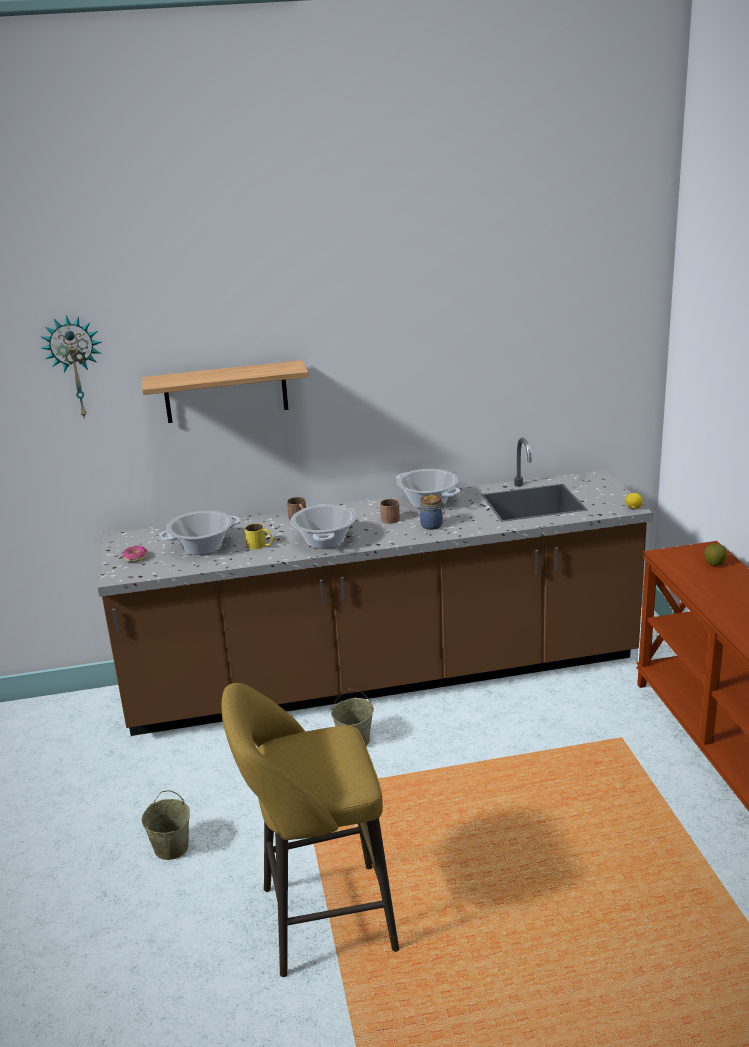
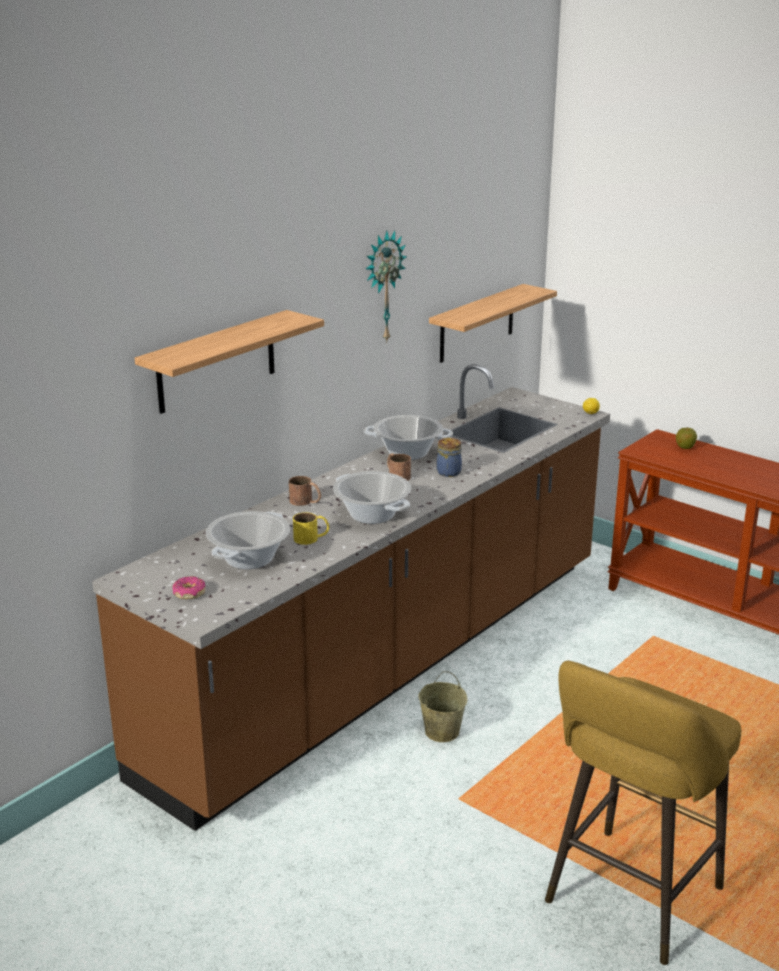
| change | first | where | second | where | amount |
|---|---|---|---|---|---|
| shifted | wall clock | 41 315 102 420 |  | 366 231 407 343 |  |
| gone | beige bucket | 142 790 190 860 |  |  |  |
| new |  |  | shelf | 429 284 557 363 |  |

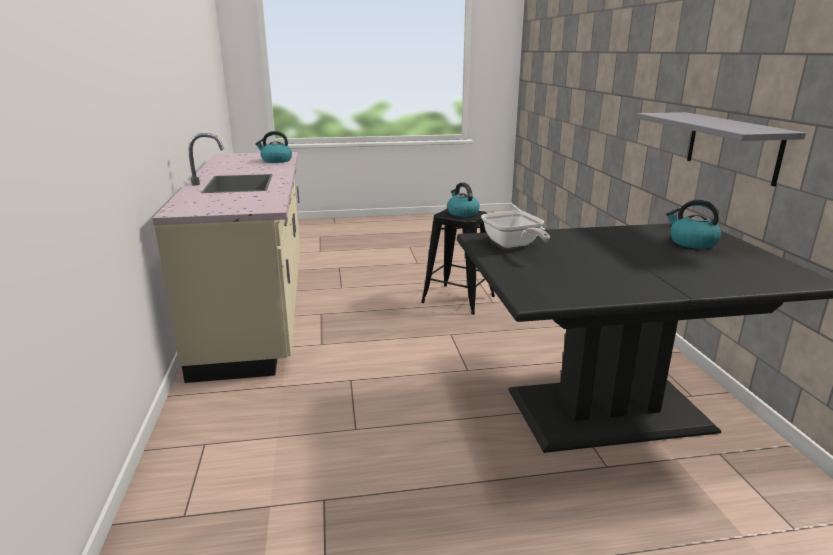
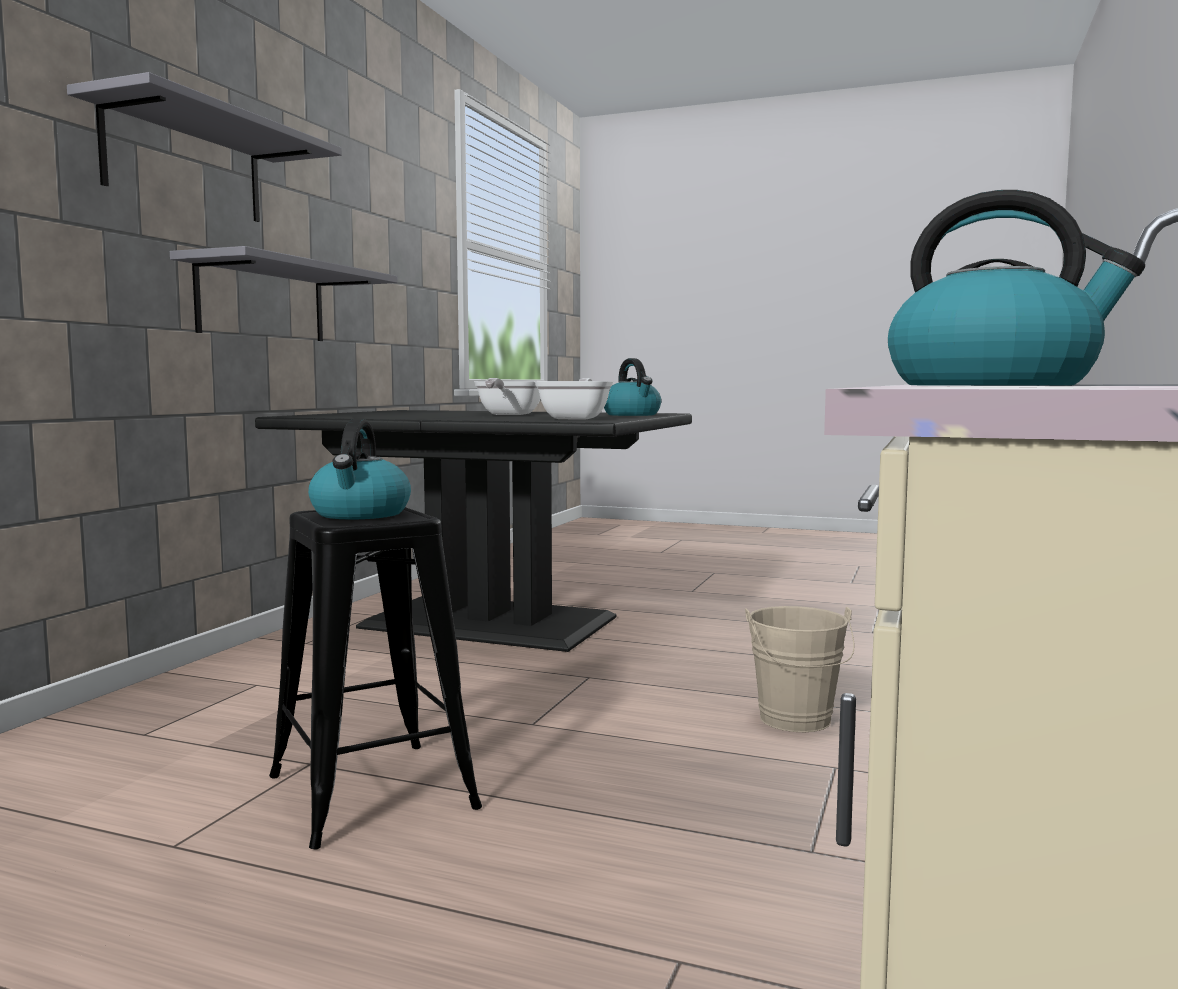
| change | first | where | second | where | amount |
|---|---|---|---|---|---|
| shifted | kettle | 666 200 721 249 |  | 604 358 661 416 |  |
| new |  |  | grey shelf | 67 72 342 222 |  |
| new |  |  | frying pan | 474 378 540 415 |  |
| new |  |  | beige bucket | 745 606 854 732 |  |

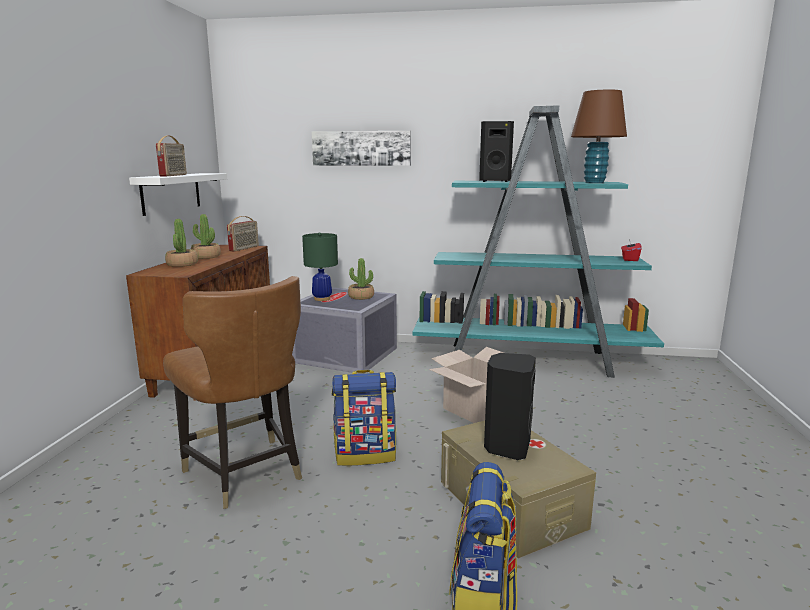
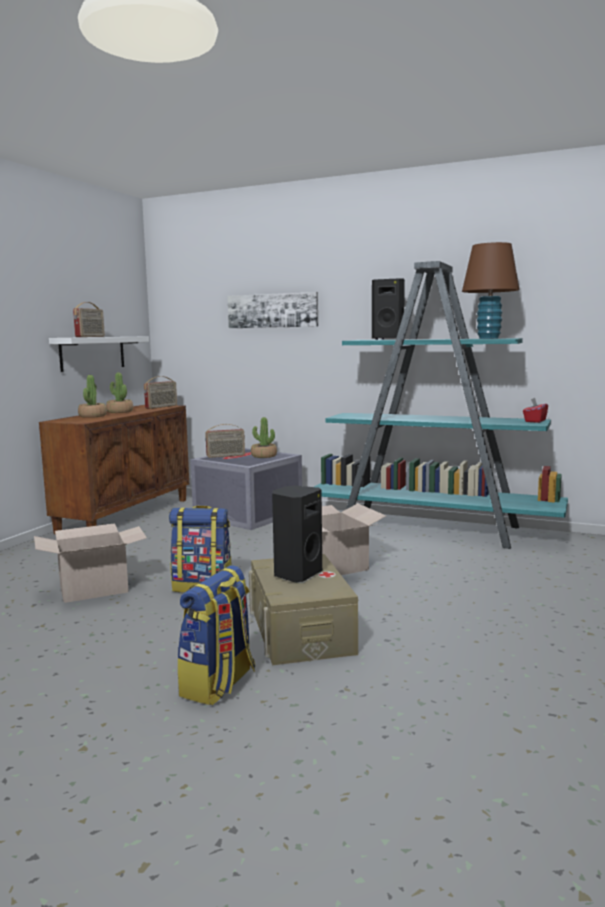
| change | first | where | second | where | amount |
|---|---|---|---|---|---|
| swapped | brown chair | 163 276 302 509 | cardboard box | 34 524 147 603 |  |
| swapped | green table lamp | 302 232 338 301 | radio | 205 424 245 458 |  |

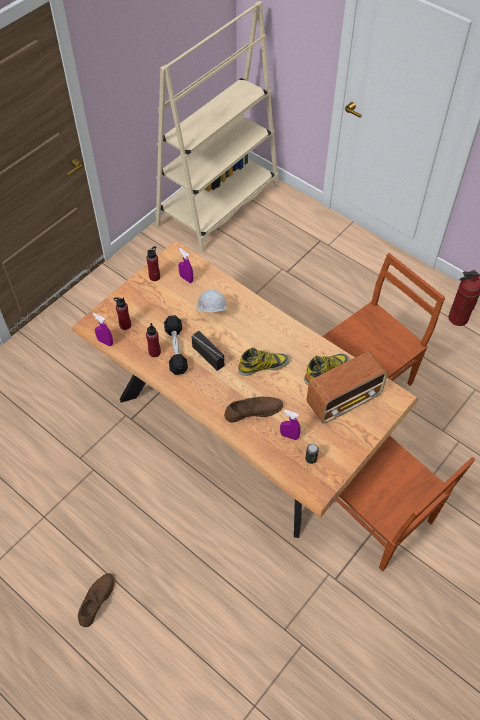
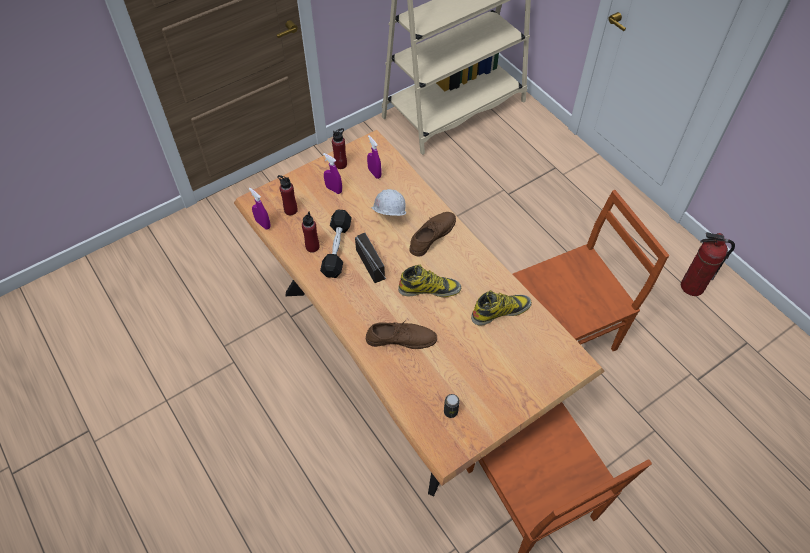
| change | first | where | second | where | amount |
|---|---|---|---|---|---|
| shifted | brown shoe | 78 573 115 627 |  | 409 212 456 257 |  |
| shifted | purple spray bottle | 280 410 301 440 |  | 323 153 342 194 |  |
| gone | radio | 306 351 387 423 |  |  |  |

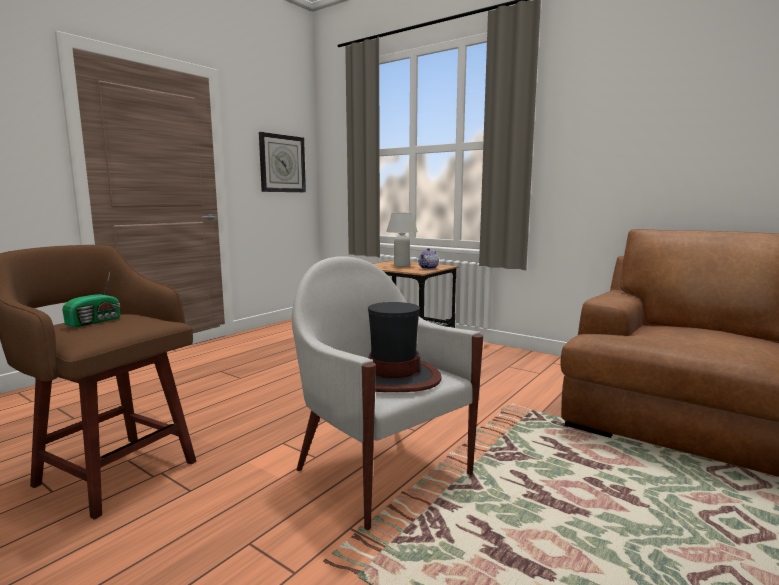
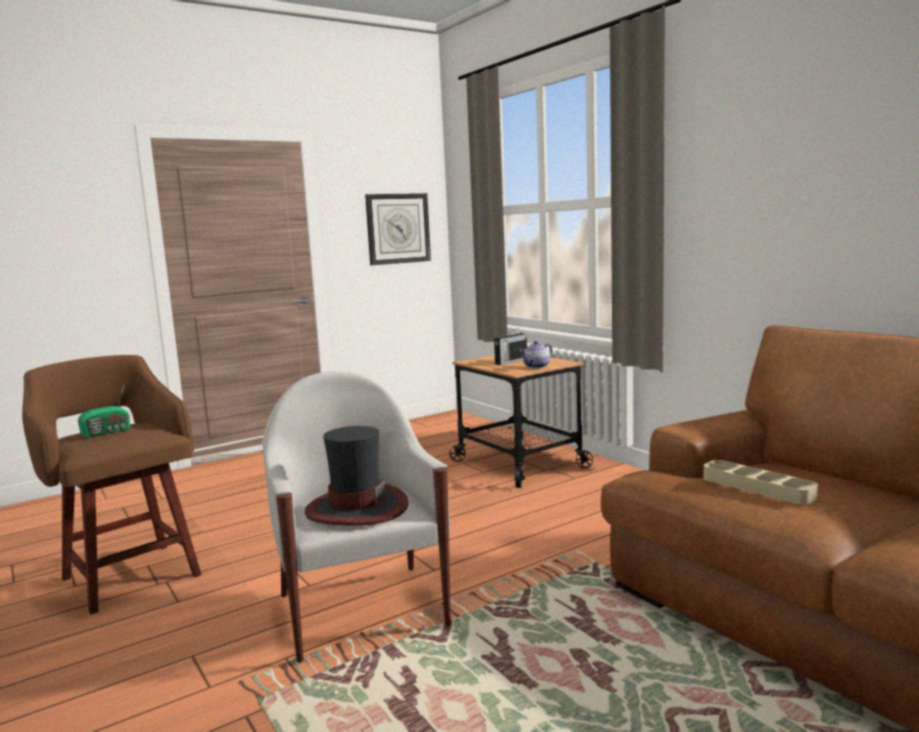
| change | first | where | second | where | amount |
|---|---|---|---|---|---|
| swapped | white table lamp | 386 213 418 267 | radio | 494 327 527 365 |  |
| new |  |  | beige tray | 704 460 817 505 |  |

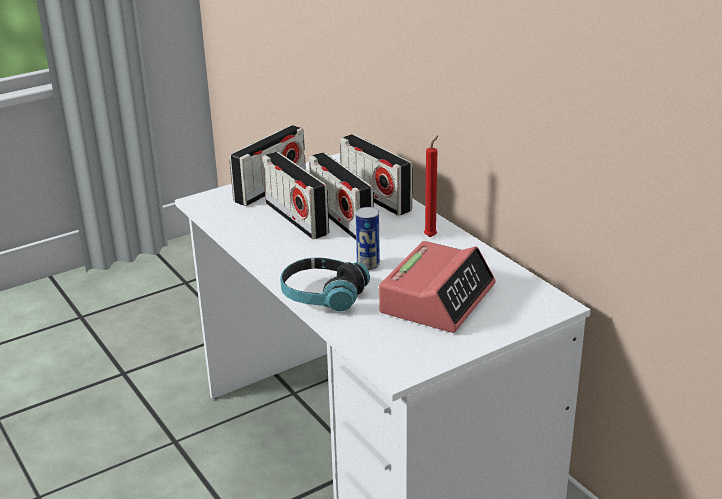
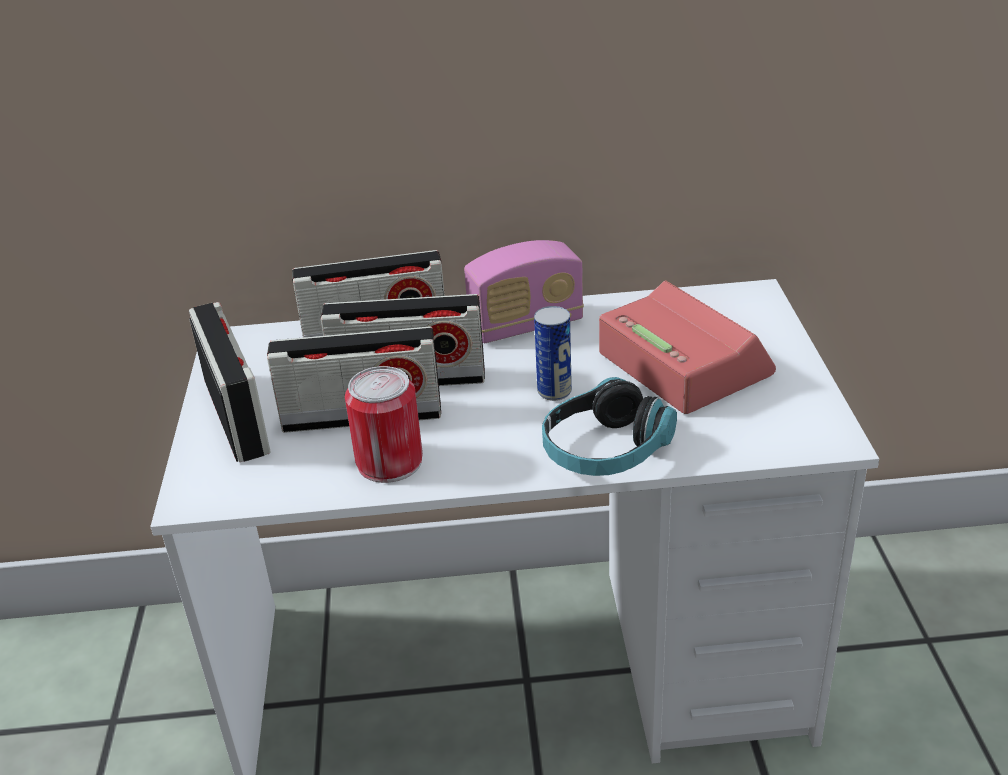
| change | first | where | second | where | amount |
|---|---|---|---|---|---|
| swapped | red candle | 424 135 438 237 | radio | 464 240 584 343 |  |
| new |  |  | can | 345 366 423 483 |  |

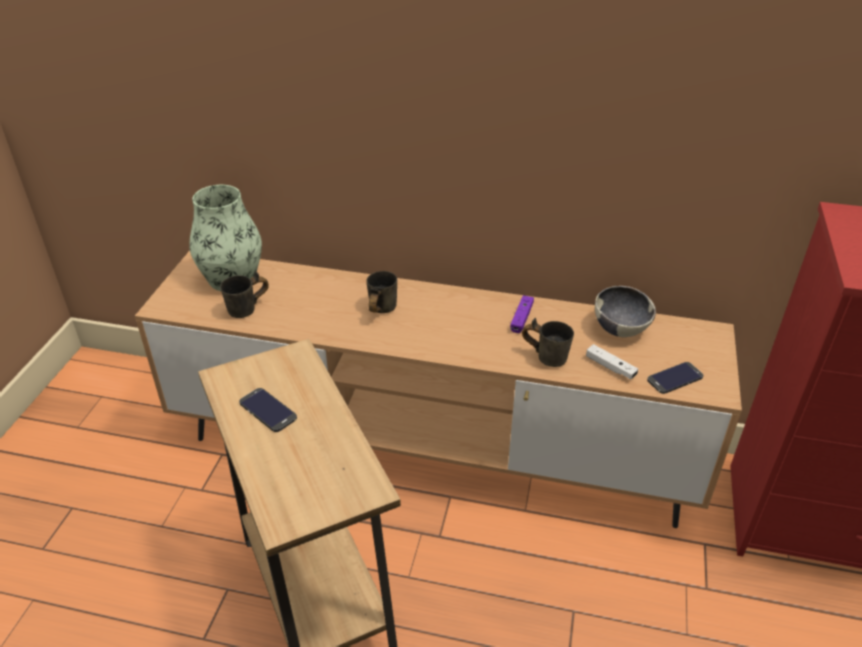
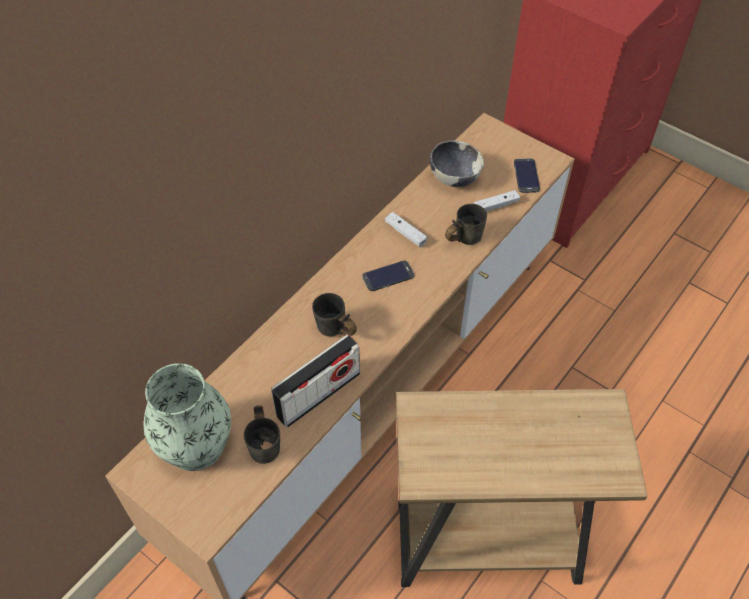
| change | first | where | second | where | amount |
|---|---|---|---|---|---|
| shifted | phone | 239 388 297 432 |  | 363 261 414 291 |  |
| repainted | purple game controller | 510 295 534 333 | white game controller | 385 212 427 247 |  |
| new |  |  | radio | 271 335 360 428 |  |

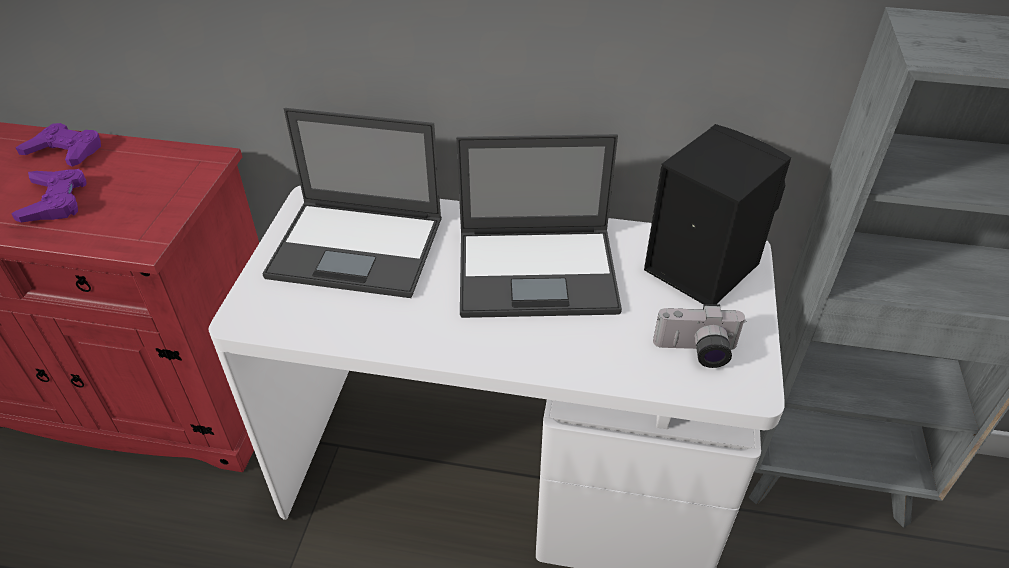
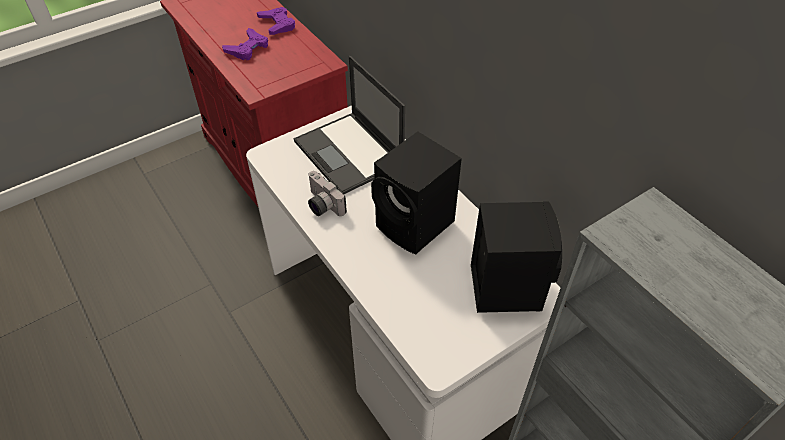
| change | first | where | second | where | amount |
|---|---|---|---|---|---|
| swapped | laptop | 456 134 622 318 | black speaker | 371 131 462 255 |  |
| shifted | photo camera | 653 304 747 368 |  | 308 171 347 216 |  |

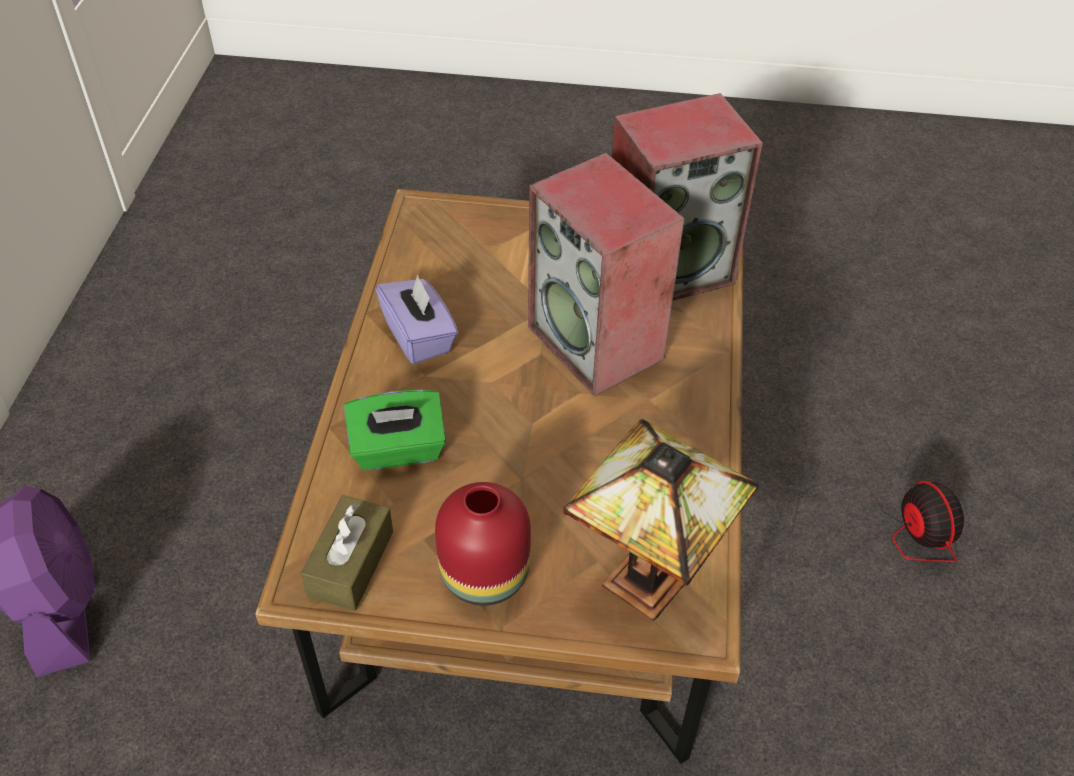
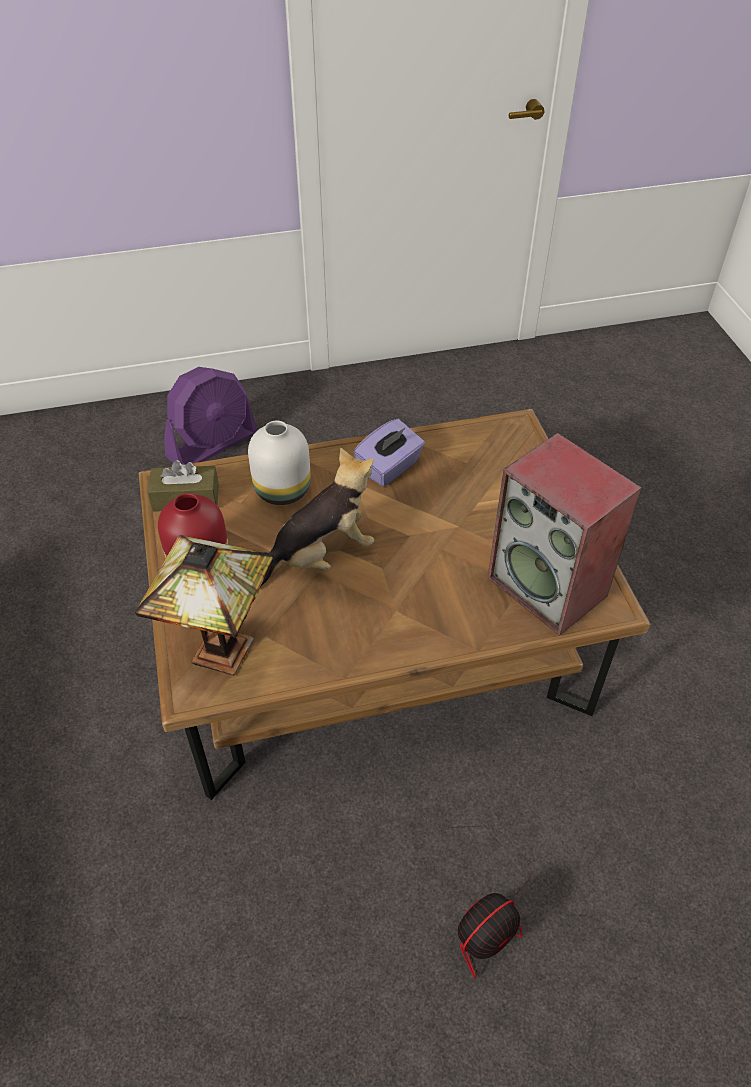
| change | first | where | second | where | amount |
|---|---|---|---|---|---|
| swapped | green tissue box | 344 389 446 470 | white vase | 248 420 311 505 |  |
| gone | speaker | 528 153 684 396 |  |  |  |
| new |  |  | plush toy | 261 448 374 586 |  |

